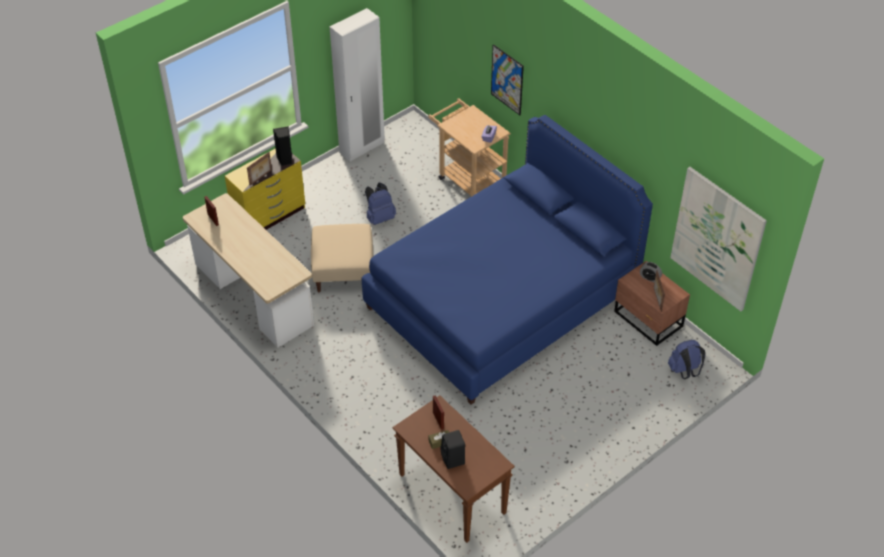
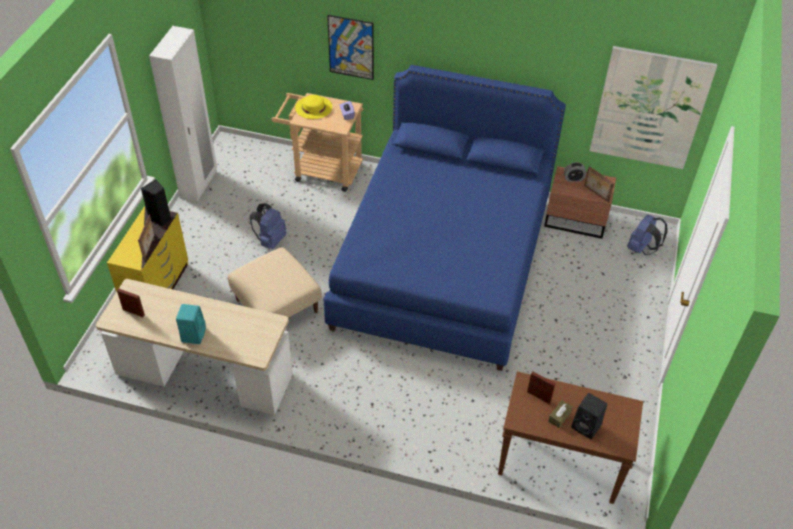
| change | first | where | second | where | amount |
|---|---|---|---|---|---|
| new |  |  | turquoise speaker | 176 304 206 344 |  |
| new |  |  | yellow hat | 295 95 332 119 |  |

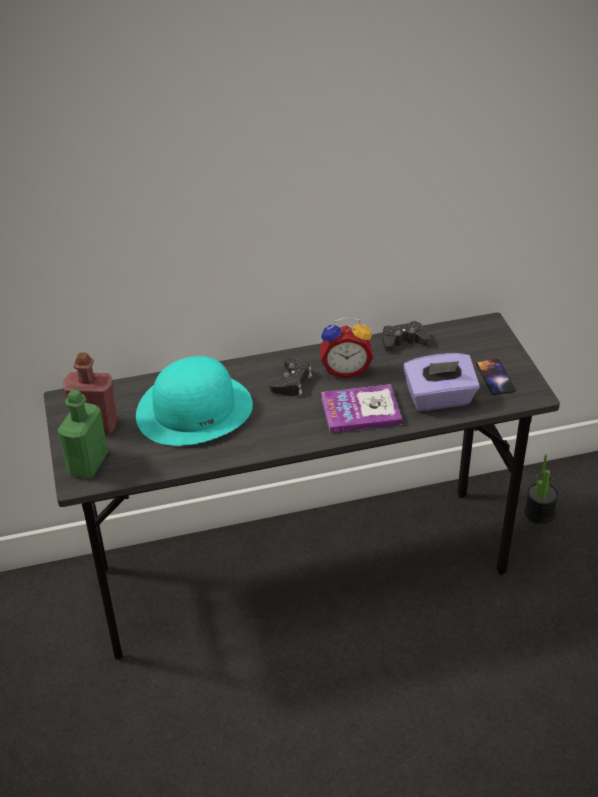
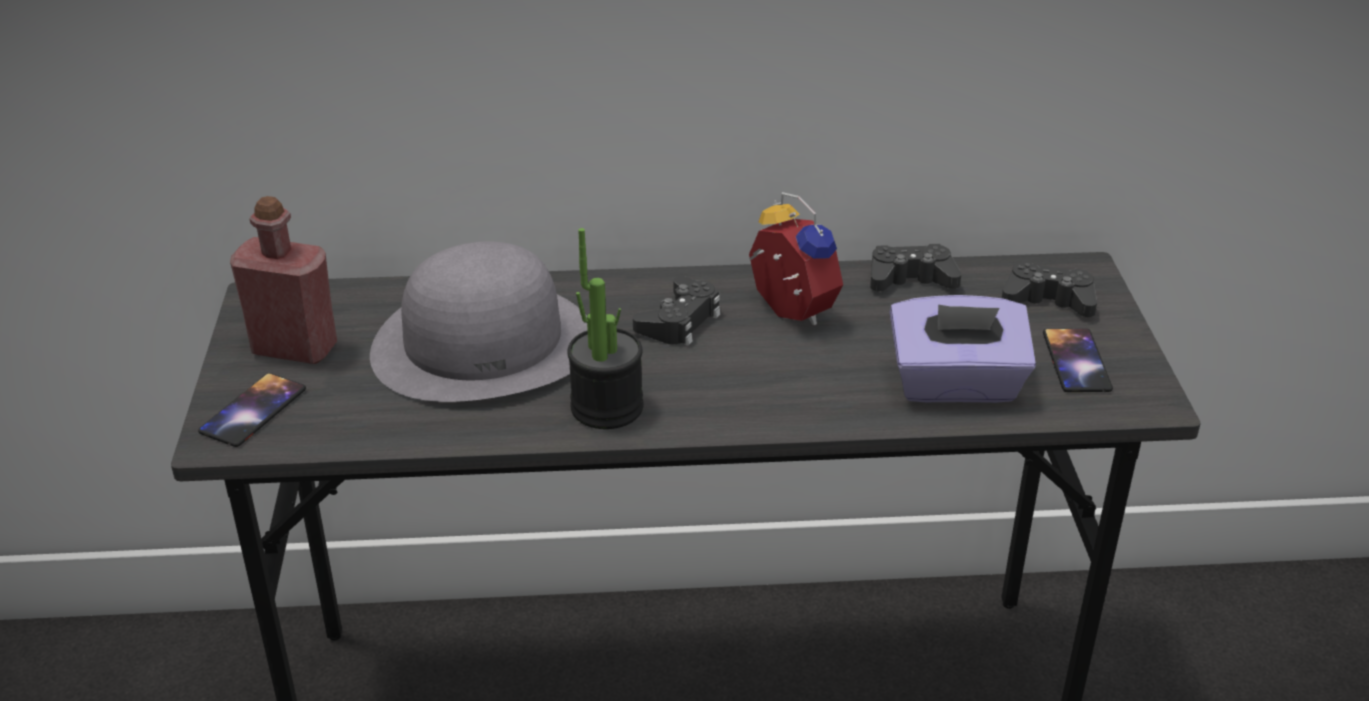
| change | first | where | second | where | amount |
|---|---|---|---|---|---|
| swapped | green bottle | 58 390 108 478 | phone | 198 373 306 447 |  |
| repainted | turquoise hat | 136 356 253 446 | grey hat | 370 241 588 402 |  |
| rotated | alarm clock | 320 317 373 379 |  | 749 192 843 325 | 135 degrees counterclockwise |
| gone | book | 321 384 402 433 |  |  |  |
| shifted | potted plant | 524 454 558 524 |  | 567 228 644 429 |  |
| new |  |  | black game controller | 1002 261 1097 317 |  |

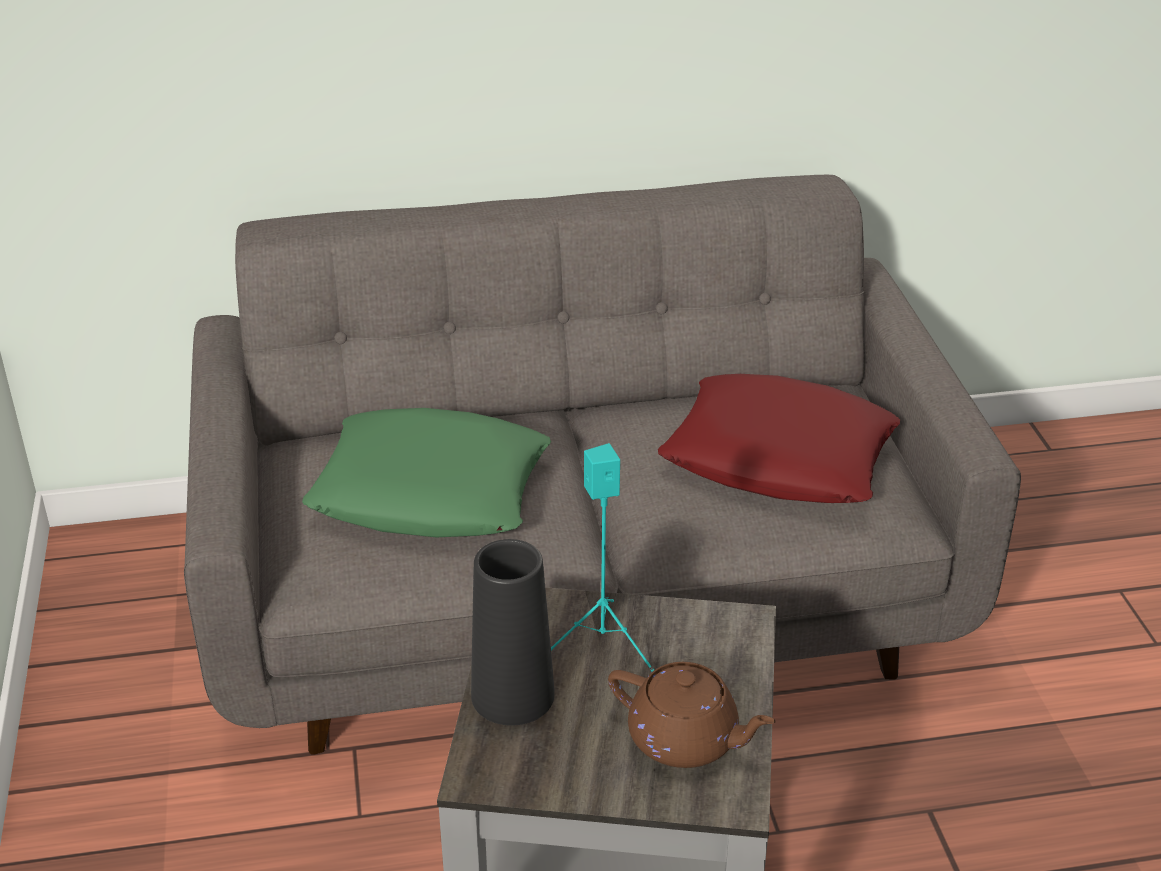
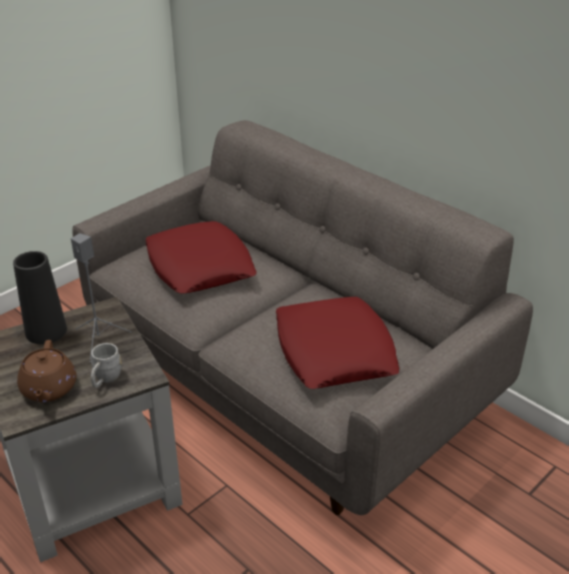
| change | first | where | second | where | amount |
|---|---|---|---|---|---|
| repainted | green pillow | 302 408 551 537 | red pillow | 146 221 257 294 |  |
| repainted | turquoise speaker | 551 443 654 672 | grey speaker | 71 233 132 363 |  |
| new |  |  | grey mug | 91 343 122 388 |  |

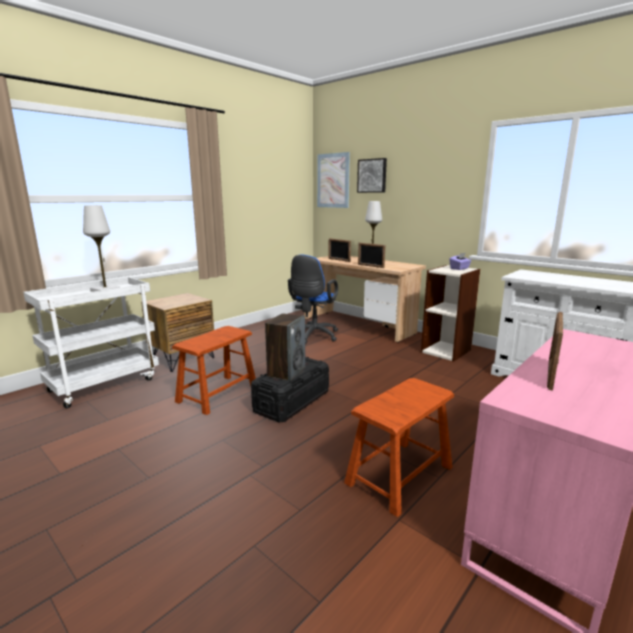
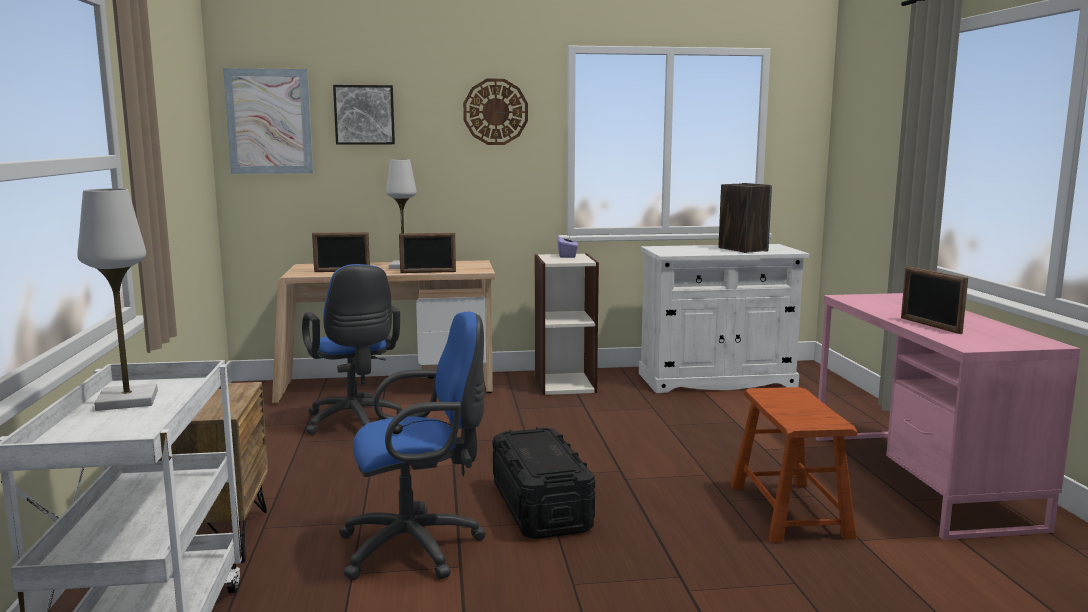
| change | first | where | second | where | amount |
|---|---|---|---|---|---|
| swapped | brown stool | 172 326 256 415 | blue office chair | 339 312 486 580 |  |
| shifted | speaker | 265 313 305 381 |  | 719 183 772 253 |  |
| new |  |  | wall clock | 463 79 528 145 |  |

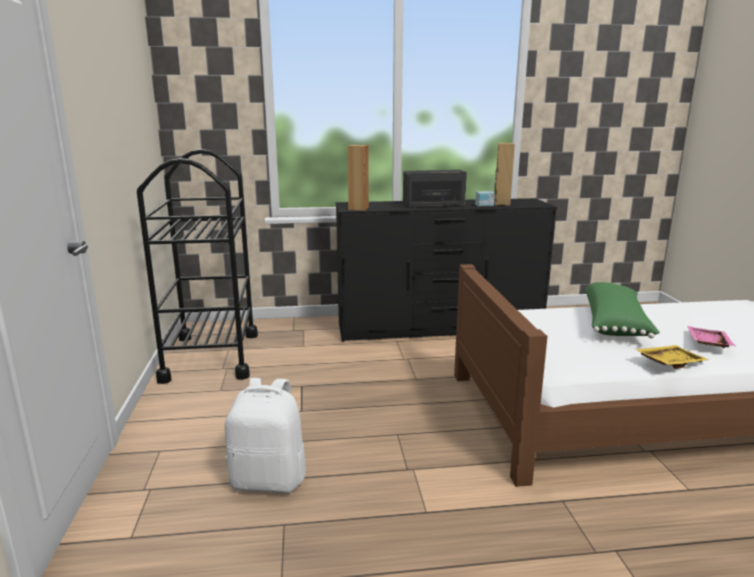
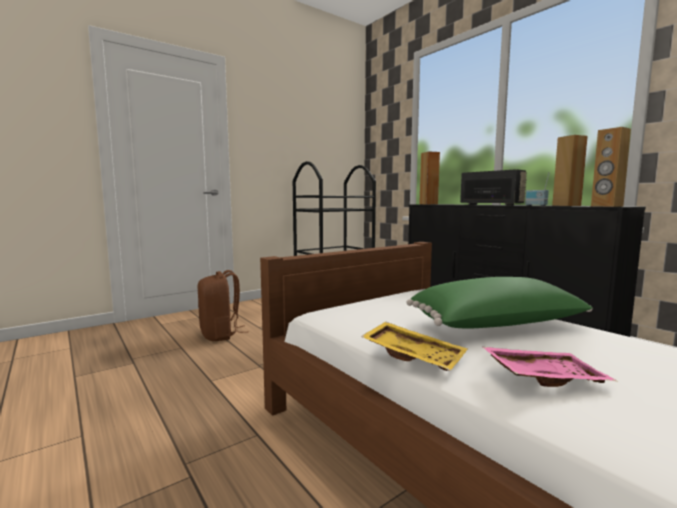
| change | first | where | second | where | amount |
|---|---|---|---|---|---|
| repainted | white backpack | 225 378 306 493 | brown backpack | 198 270 249 341 |  |
| new |  |  | brown speaker | 591 127 631 207 |  |

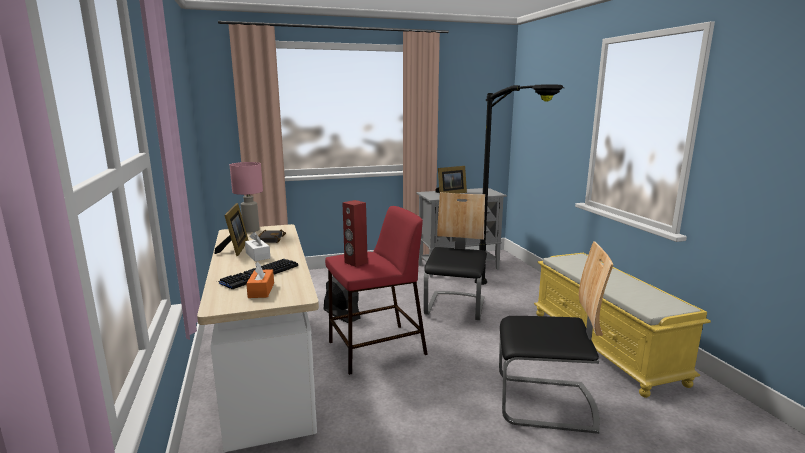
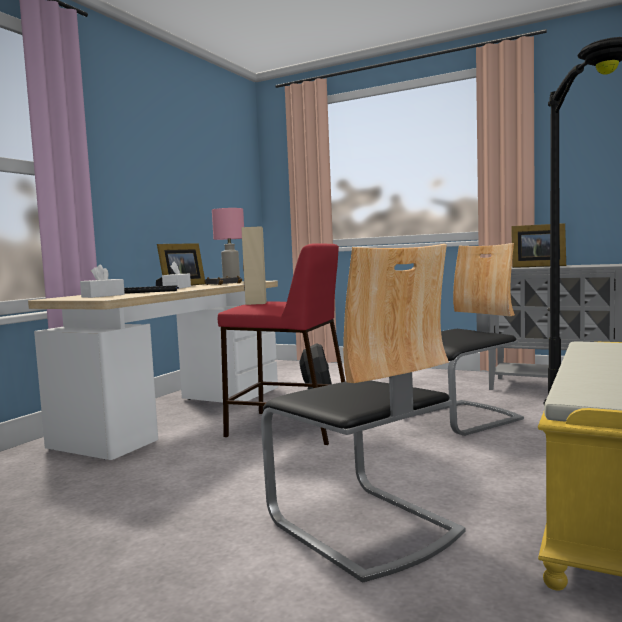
| change | first | where | second | where | amount |
|---|---|---|---|---|---|
| repainted | orange tissue box | 246 262 274 298 | white tissue box | 80 265 125 298 |  |
| repainted | red speaker | 342 200 368 267 | beige speaker | 241 226 267 305 |  |

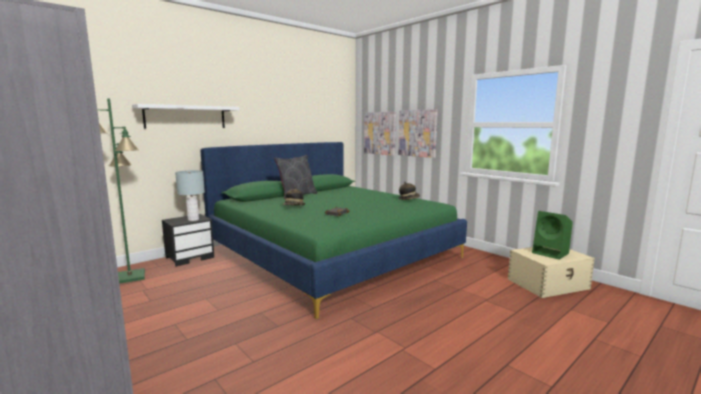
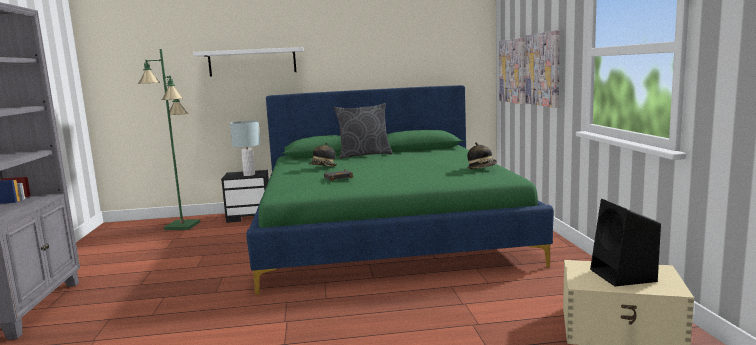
| change | first | where | second | where | amount |
|---|---|---|---|---|---|
| repainted | green speaker | 532 211 573 260 | black speaker | 590 199 661 286 |  |

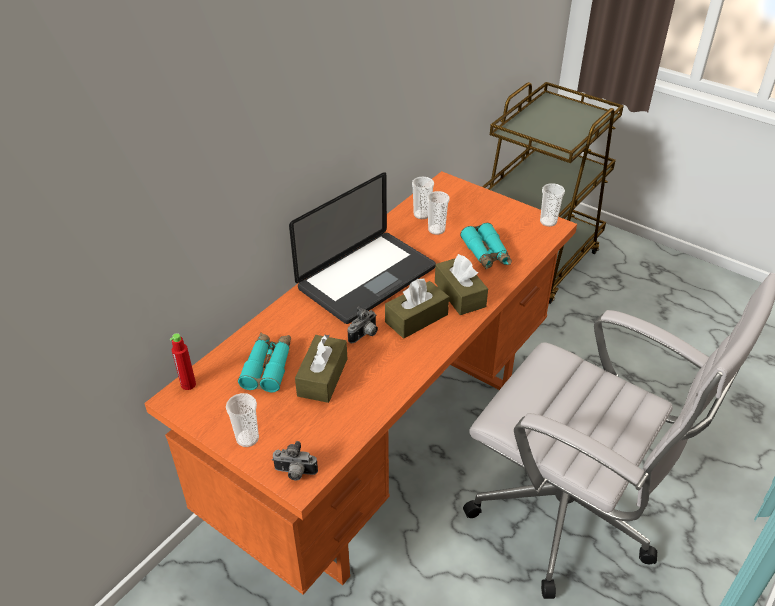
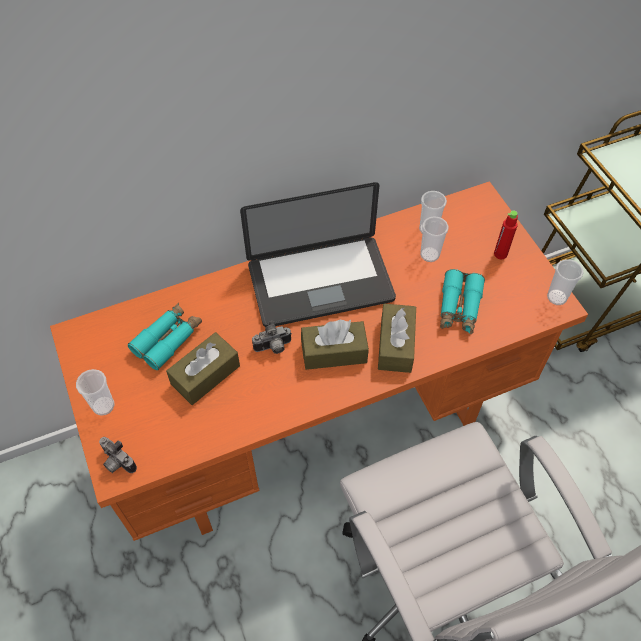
| change | first | where | second | where | amount |
|---|---|---|---|---|---|
| shifted | red bottle | 170 333 196 390 |  | 494 210 518 259 |  |

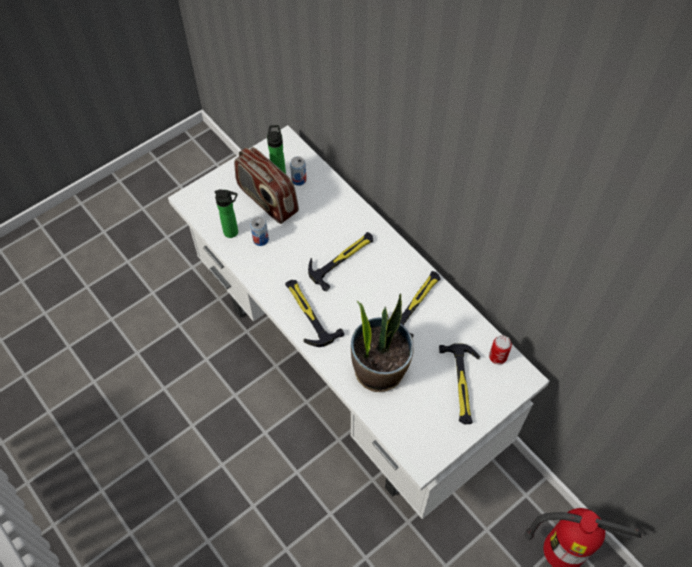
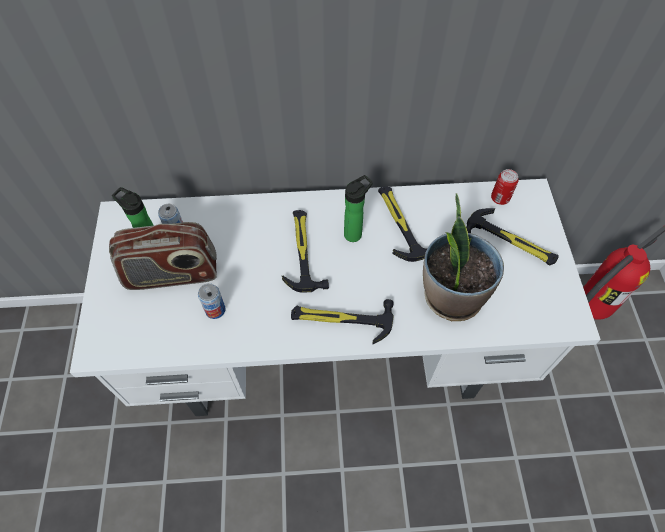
| change | first | where | second | where | amount |
|---|---|---|---|---|---|
| shifted | bottle | 215 189 238 238 |  | 344 175 373 242 |  |

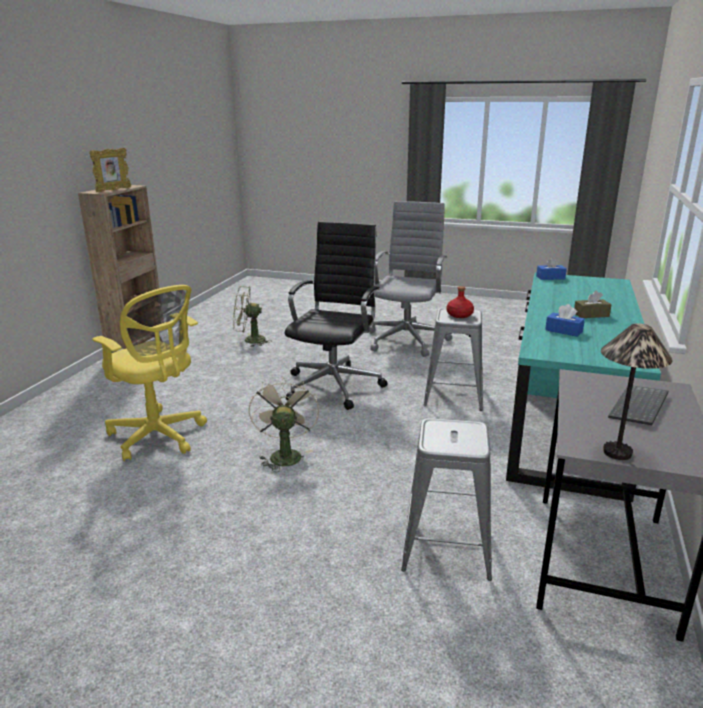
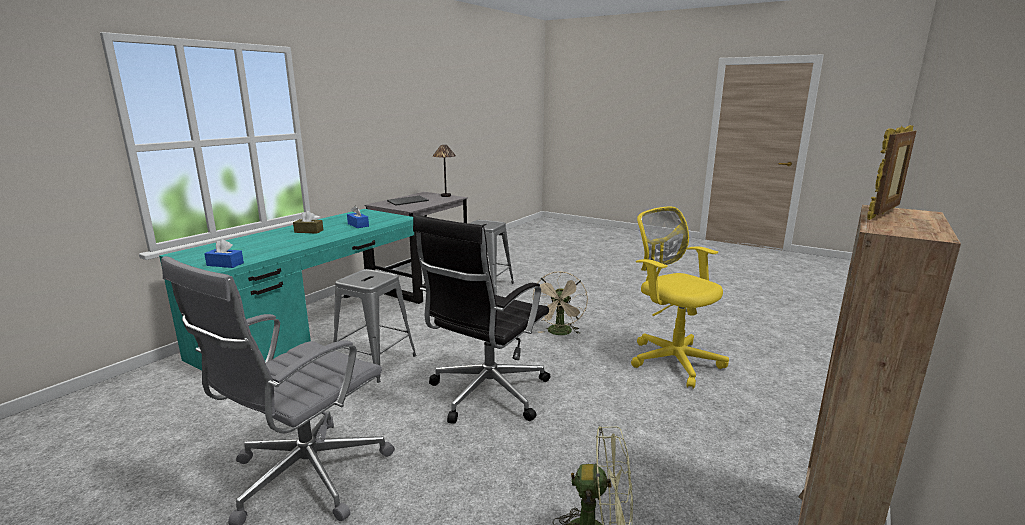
| change | first | where | second | where | amount |
|---|---|---|---|---|---|
| gone | red bottle | 446 286 474 318 |  |  |  |

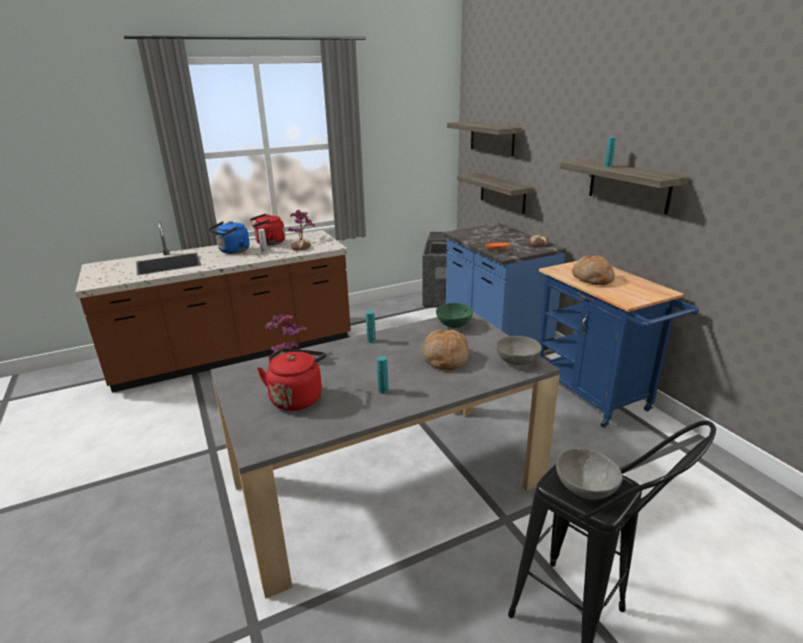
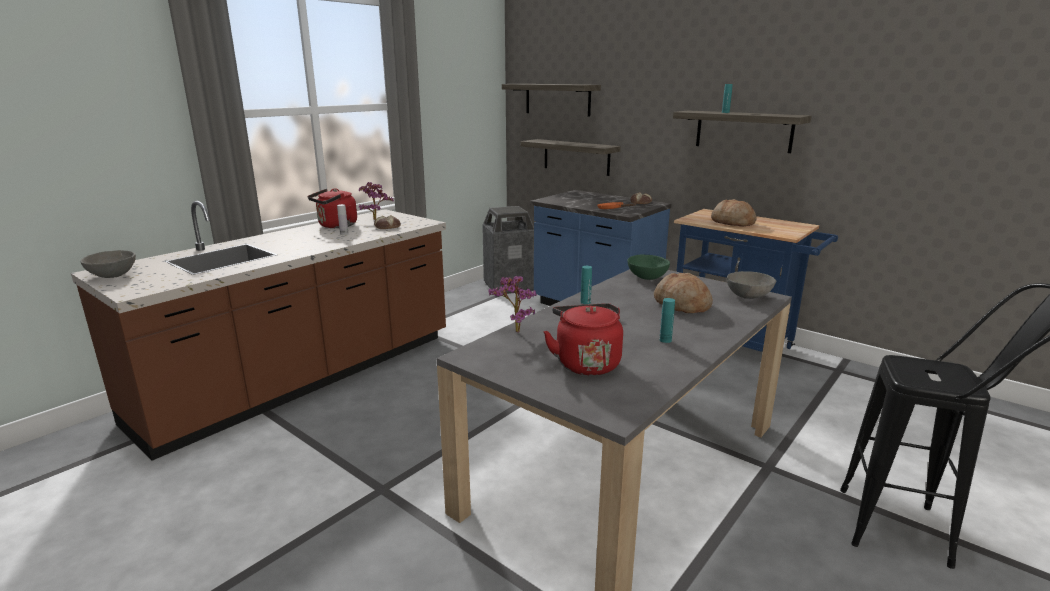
| change | first | where | second | where | amount |
|---|---|---|---|---|---|
| gone | blue kettle | 209 221 250 254 |  |  |  |
| shifted | grey bowl | 556 448 623 500 |  | 80 250 136 278 |  |

